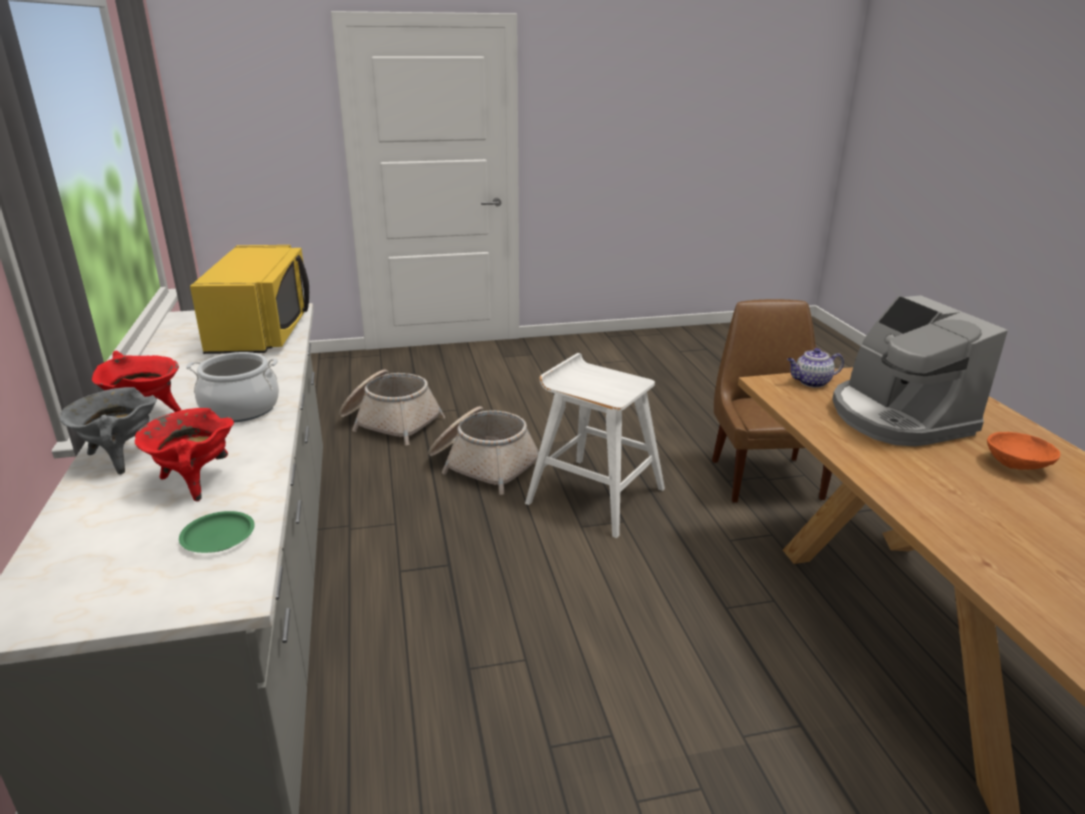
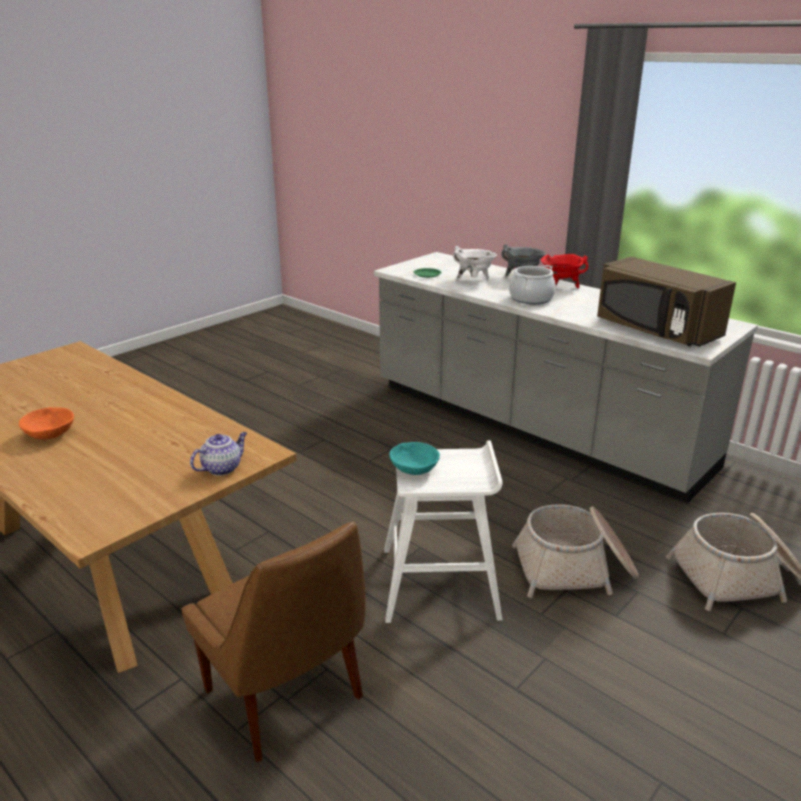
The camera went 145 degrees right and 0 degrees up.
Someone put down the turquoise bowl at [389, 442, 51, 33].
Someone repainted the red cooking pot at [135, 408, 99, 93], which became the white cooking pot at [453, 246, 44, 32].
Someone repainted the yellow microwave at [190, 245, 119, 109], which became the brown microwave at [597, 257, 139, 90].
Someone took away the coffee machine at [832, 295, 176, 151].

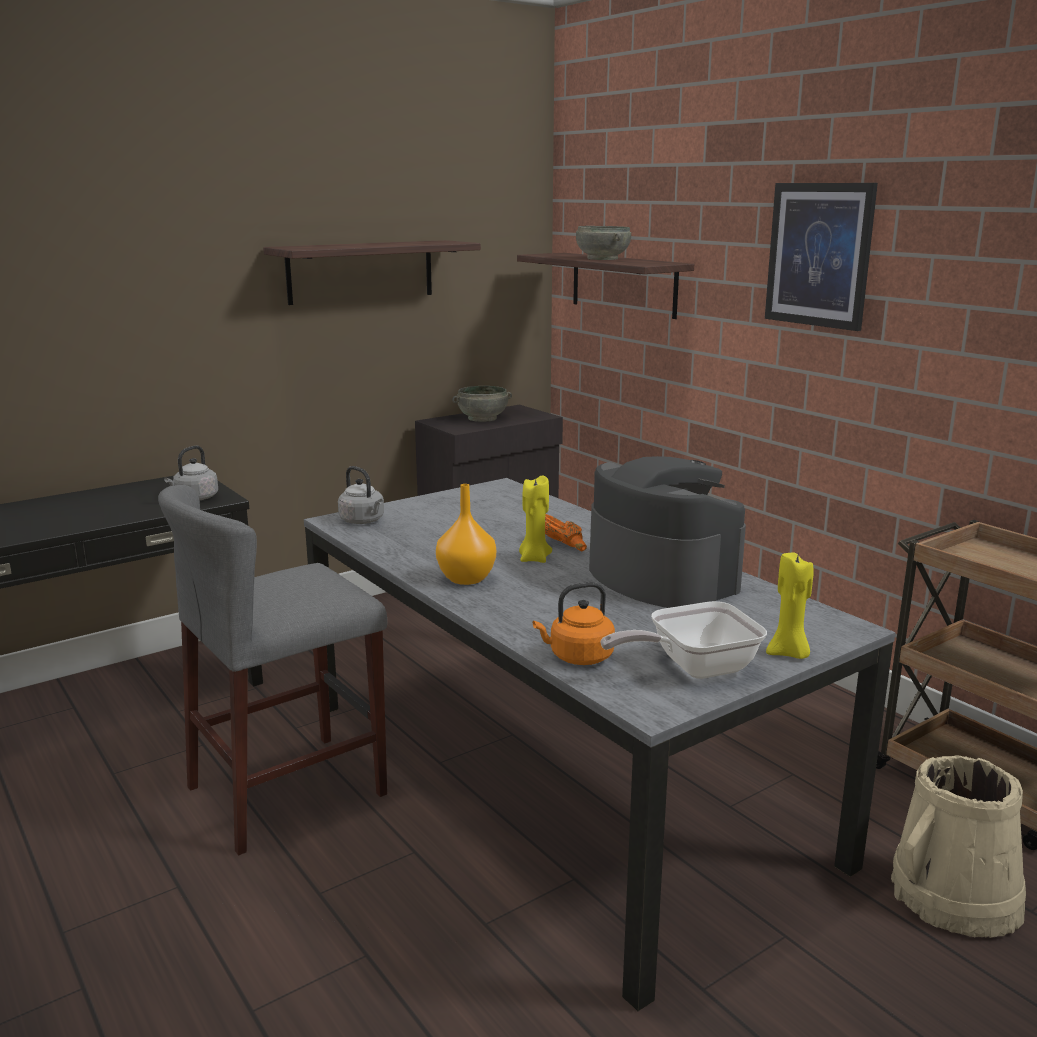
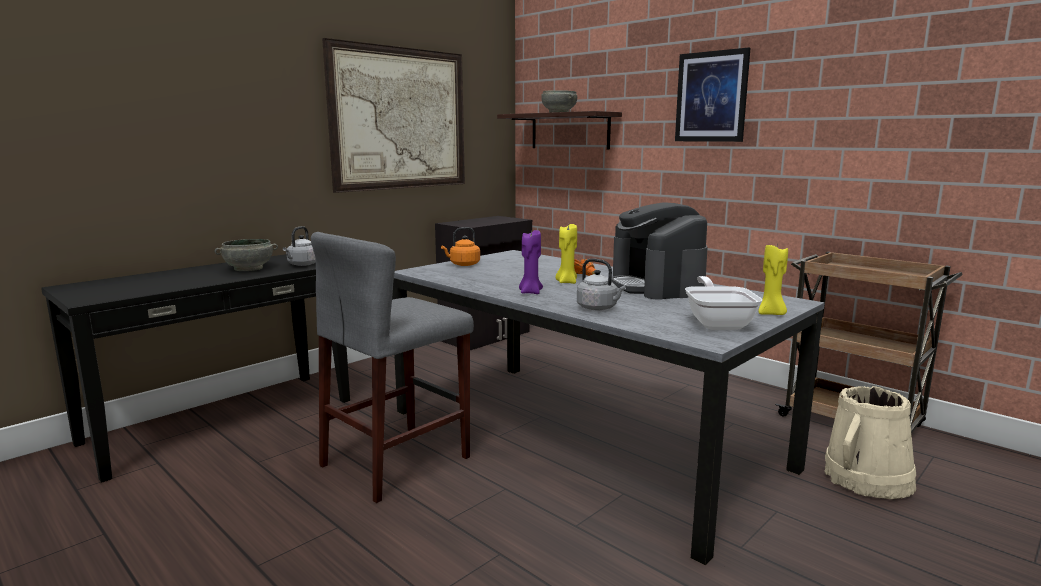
The camera went 10 degrees left and 5 degrees down.
Someone carried the grey bowl from [452, 386, 60, 36] to [215, 239, 63, 32].
Someone swapped the shelf at [263, 240, 218, 65] for the picture at [322, 38, 143, 155].
Someone carried the orange kettle from [533, 582, 82, 83] to [441, 227, 39, 39].
Someone swapped the orange vase at [436, 484, 60, 101] for the purple candle at [519, 230, 24, 64].
Someone carried the grey kettle from [338, 466, 46, 58] to [577, 259, 49, 51].
Someone rotated the coffee machine at [589, 456, 157, 152] by 150 degrees counterclockwise.
Someone rotated the frying pan at [600, 601, 167, 78] by 120 degrees clockwise.

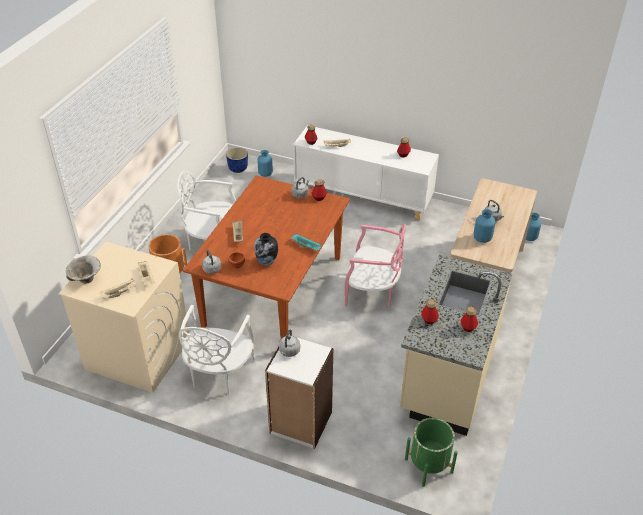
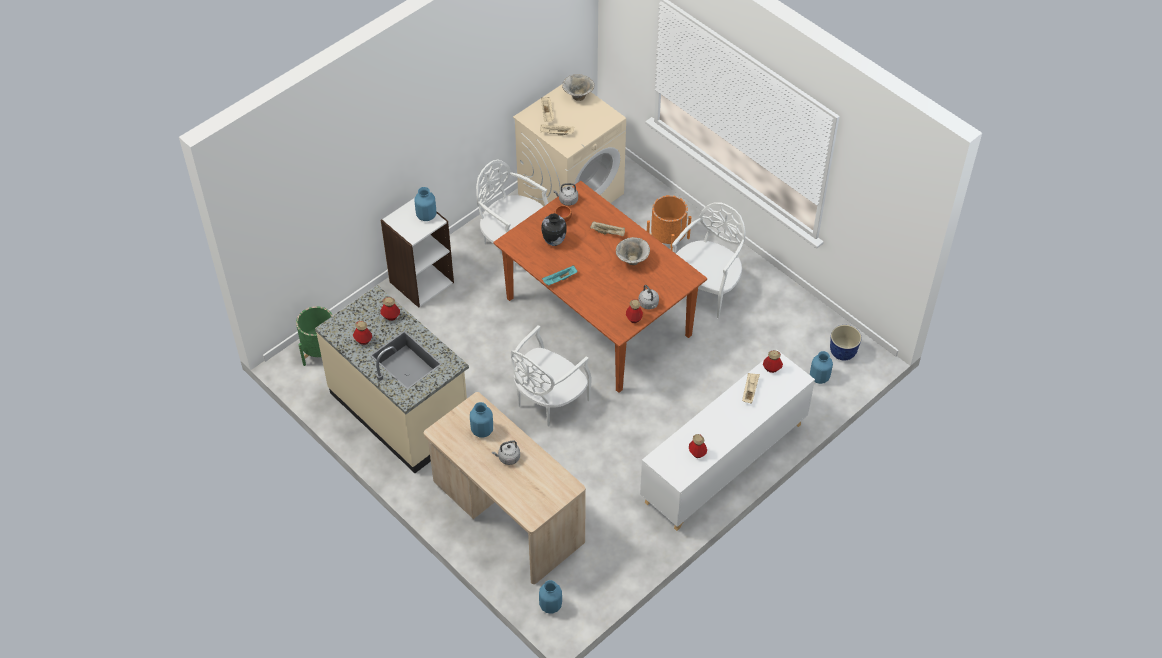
The camera went 115 degrees right and 10 degrees up.
Someone swapped the grey kettle at [279, 330, 21, 27] for the blue vase at [415, 187, 21, 34].
Someone repainted the pink chair at [344, 224, 62, 83], which became the white chair at [511, 325, 81, 101].
Someone put down the bowl at [616, 237, 34, 28].

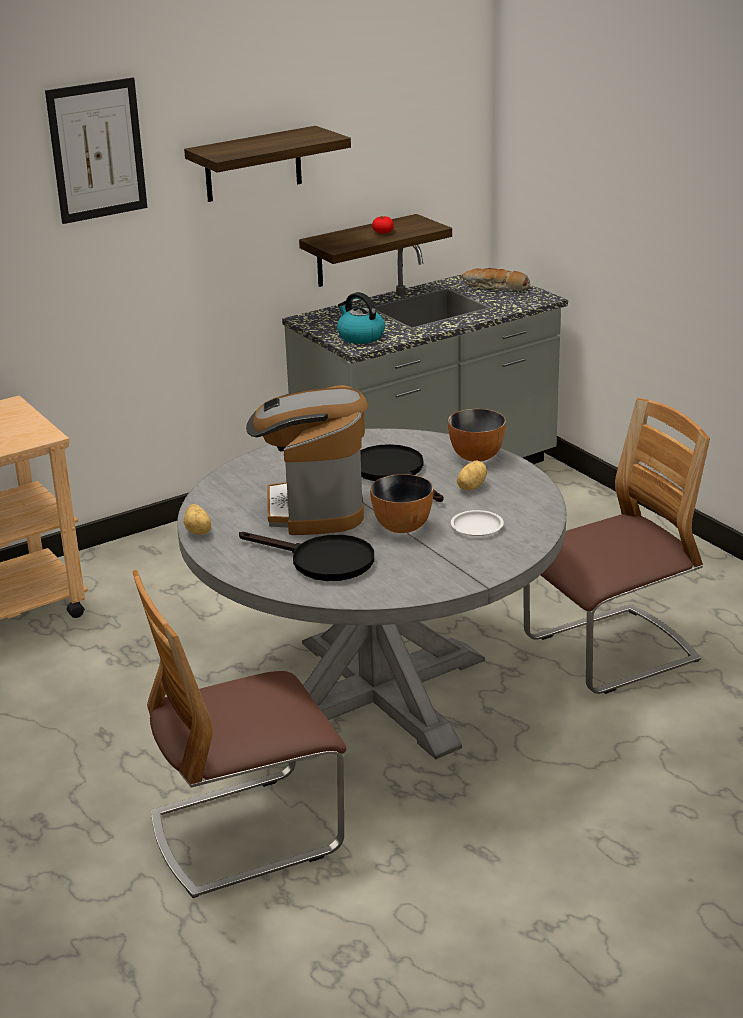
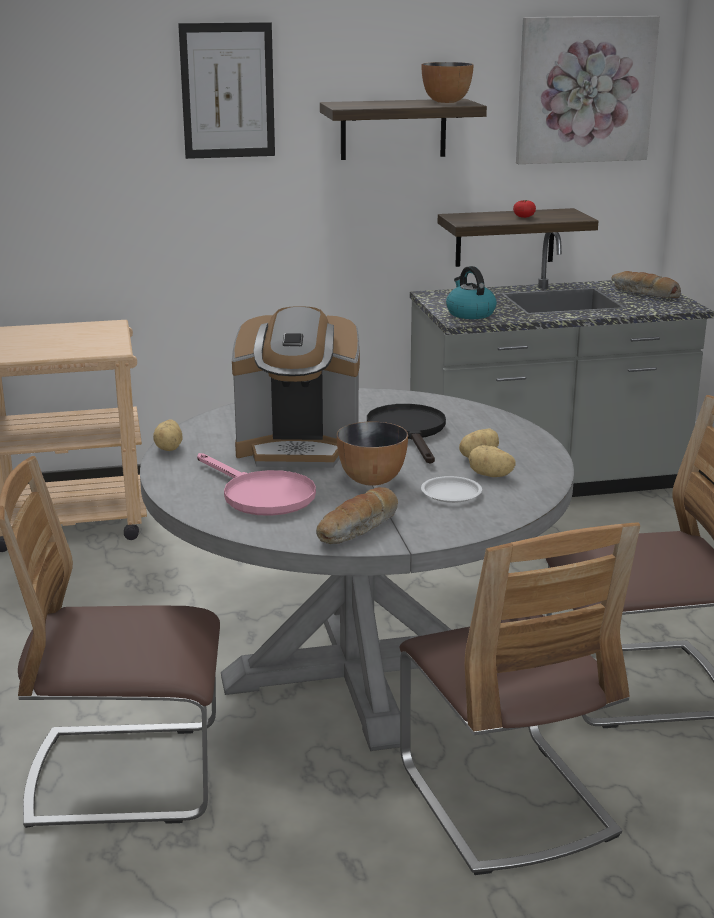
The camera went 20 degrees right and 5 degrees down.
Someone repainted the black frying pan at [239, 532, 135, 49], which became the pink frying pan at [197, 453, 119, 63].
Someone rotated the coffee machine at [246, 385, 122, 150] by 105 degrees counterclockwise.
Someone put down the bread at [316, 487, 82, 57].
Someone put down the chair at [400, 522, 240, 353].
Someone carried the bowl from [448, 409, 58, 53] to [422, 62, 52, 41].
Someone put down the potato at [469, 445, 47, 32].
Someone put up the picture at [516, 16, 144, 148].

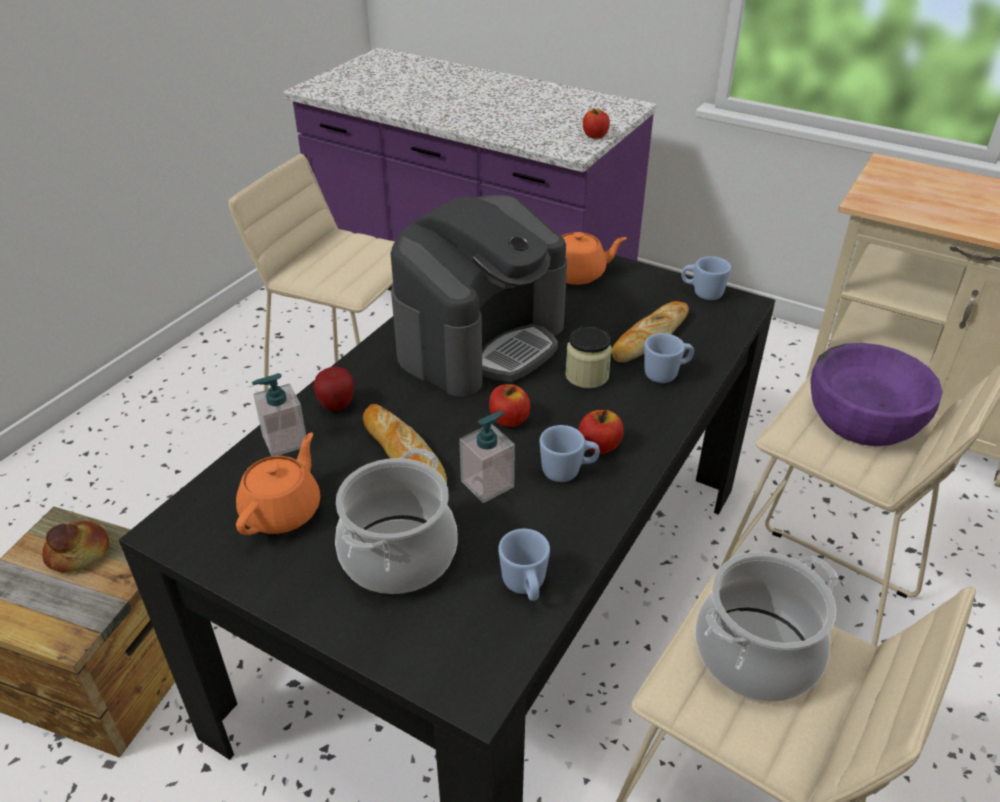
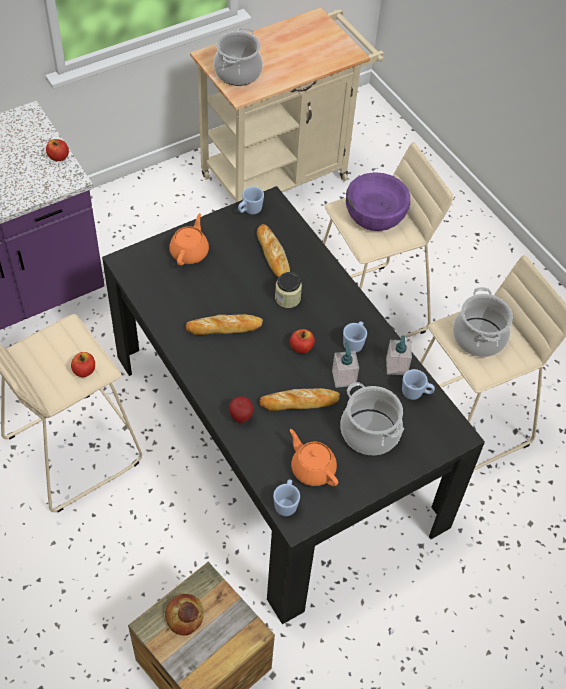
The camera went 65 degrees left and 15 degrees up.
Someone carried the apple from [579, 410, 45, 44] to [71, 352, 24, 25].
Someone swapped the coffee machine at [390, 195, 177, 202] for the bread at [185, 314, 78, 21].
Someone put down the cooking pot at [214, 27, 49, 59].
Someone carried the blue mug from [645, 333, 49, 50] to [273, 479, 27, 37].
Someone carried the soap dispenser from [252, 373, 54, 83] to [386, 335, 26, 40].

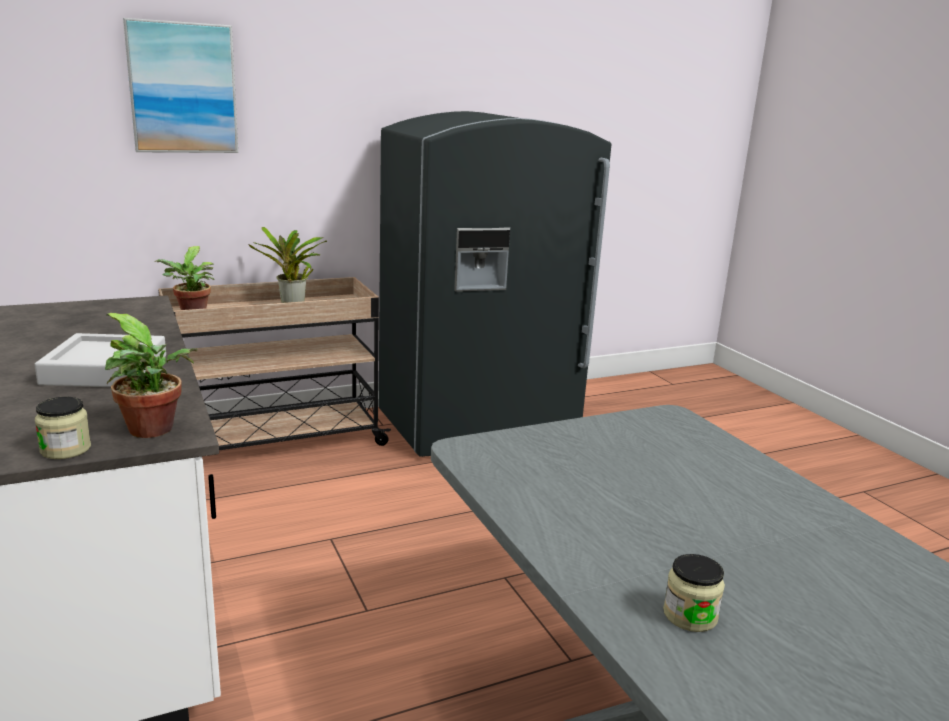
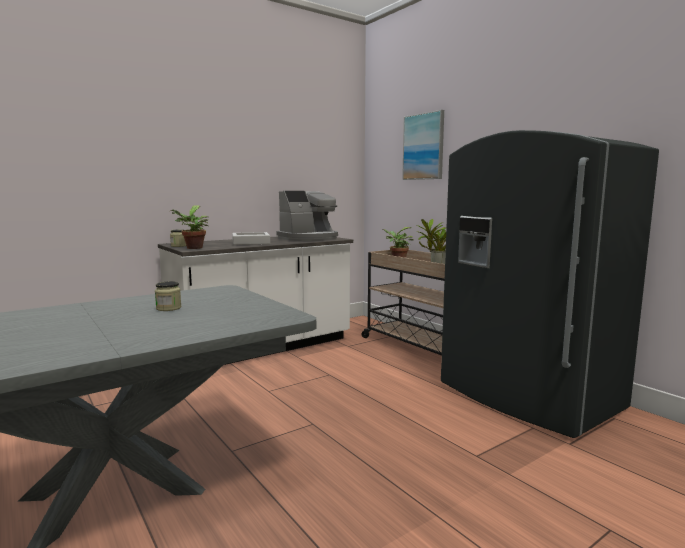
The camera went 80 degrees right and 10 degrees down.
Someone carried the jar from [663, 554, 62, 78] to [155, 281, 26, 30].
Someone put down the coffee machine at [276, 191, 62, 50].

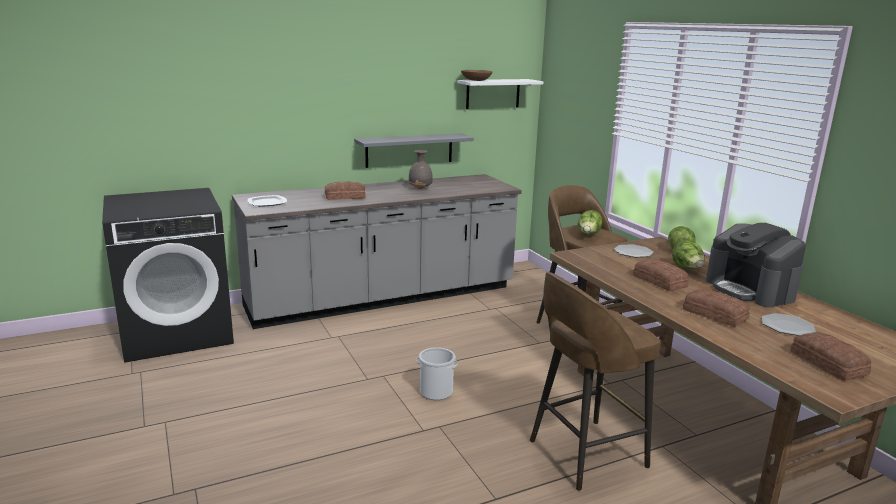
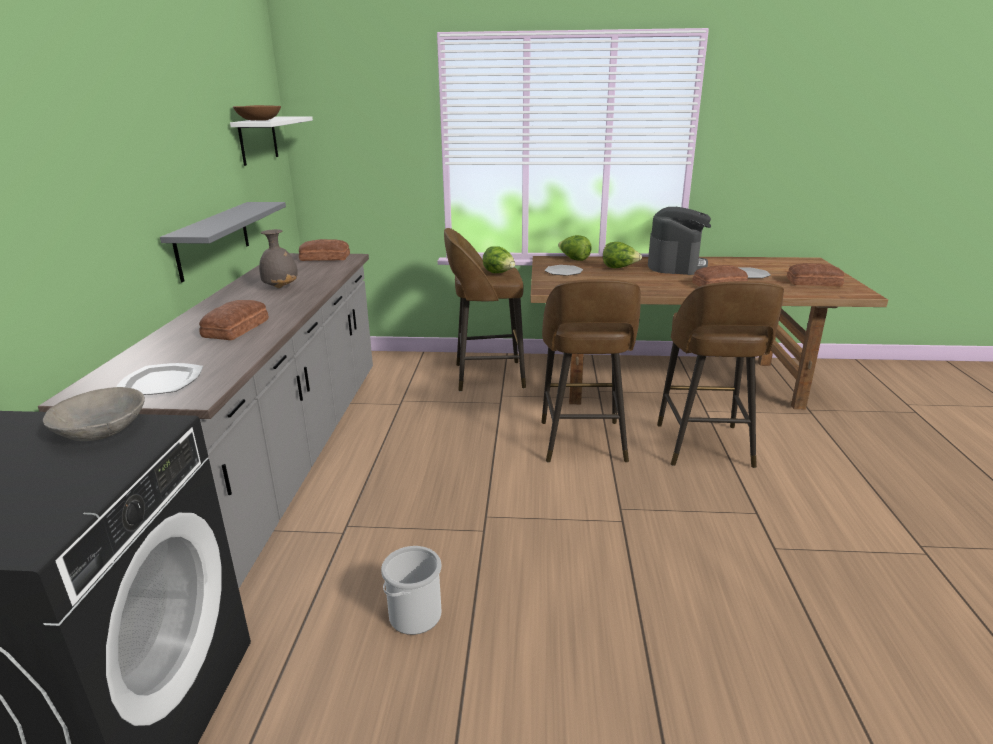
The camera went 60 degrees left and 5 degrees up.
Someone put down the grey bowl at [43, 387, 102, 54].
Someone carried the bread from [633, 259, 56, 32] to [299, 239, 51, 22].
Someone carried the bucket from [416, 347, 42, 53] to [381, 546, 61, 89].
Someone put down the brown stool at [541, 279, 100, 184].
Someone rotated the coffee machine at [706, 223, 100, 85] by 75 degrees counterclockwise.

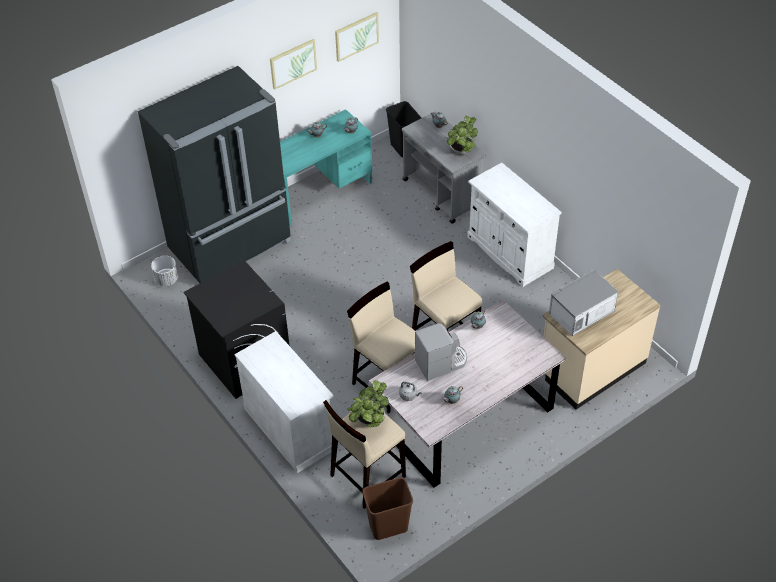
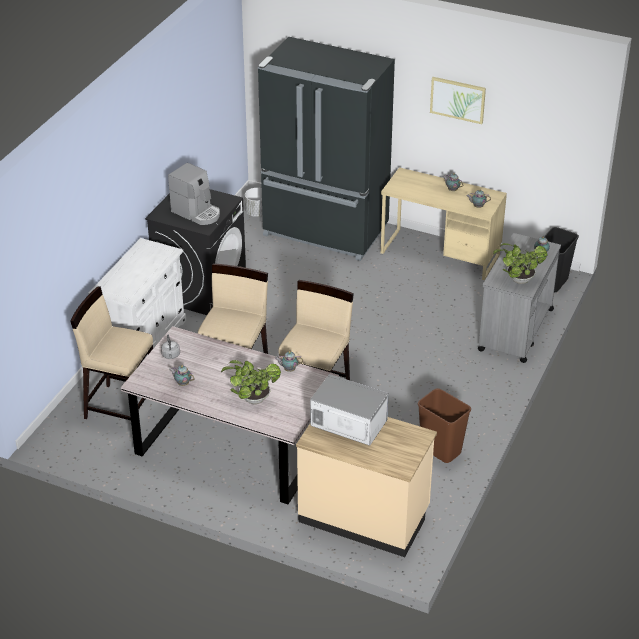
The camera went 60 degrees right and 10 degrees down.
Someone carried the coffee machine from [415, 323, 52, 58] to [168, 163, 52, 62].
Someone carried the potted plant from [346, 380, 43, 47] to [221, 360, 60, 44].
Someone repainted the turquoise desk at [280, 109, 92, 117], which became the beige desk at [381, 167, 126, 113].
Someone carried the brown trash can from [362, 477, 51, 63] to [418, 388, 53, 75].
Someone took away the picture at [335, 12, 44, 50].
Someone took away the white cabinet at [467, 163, 95, 124].

